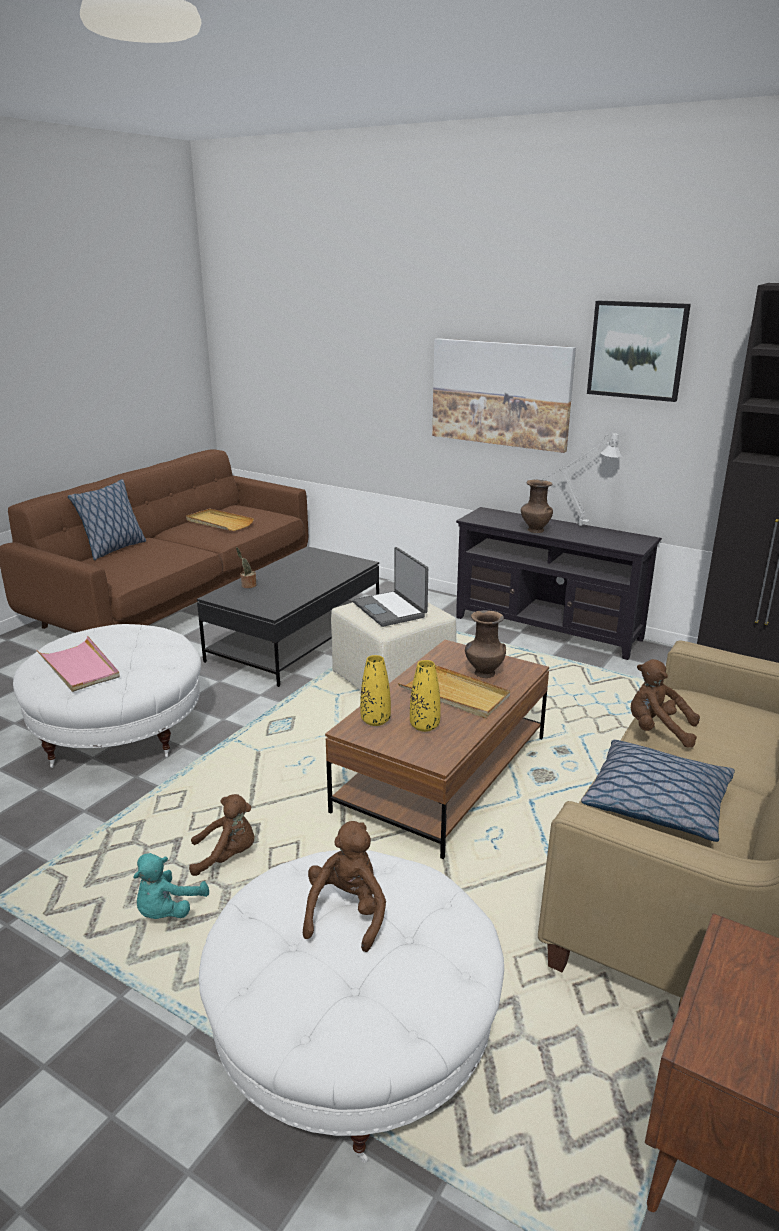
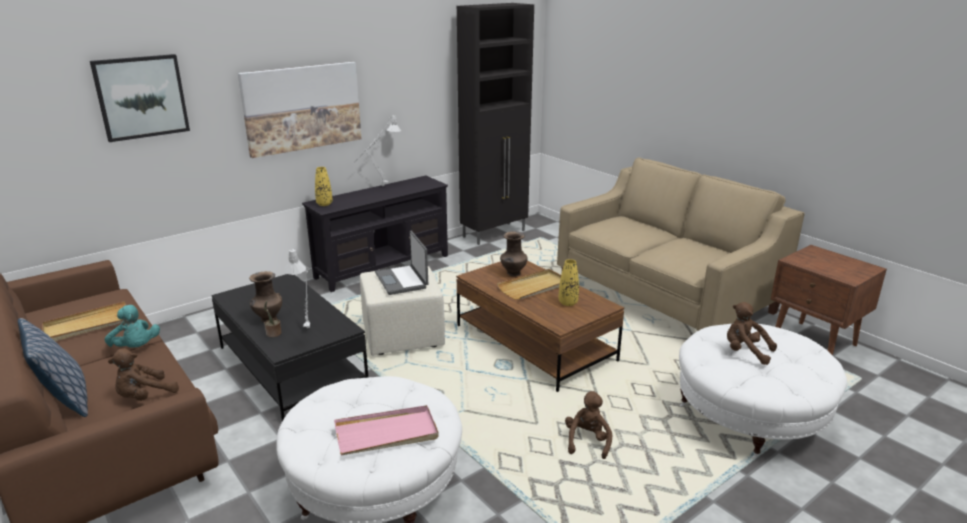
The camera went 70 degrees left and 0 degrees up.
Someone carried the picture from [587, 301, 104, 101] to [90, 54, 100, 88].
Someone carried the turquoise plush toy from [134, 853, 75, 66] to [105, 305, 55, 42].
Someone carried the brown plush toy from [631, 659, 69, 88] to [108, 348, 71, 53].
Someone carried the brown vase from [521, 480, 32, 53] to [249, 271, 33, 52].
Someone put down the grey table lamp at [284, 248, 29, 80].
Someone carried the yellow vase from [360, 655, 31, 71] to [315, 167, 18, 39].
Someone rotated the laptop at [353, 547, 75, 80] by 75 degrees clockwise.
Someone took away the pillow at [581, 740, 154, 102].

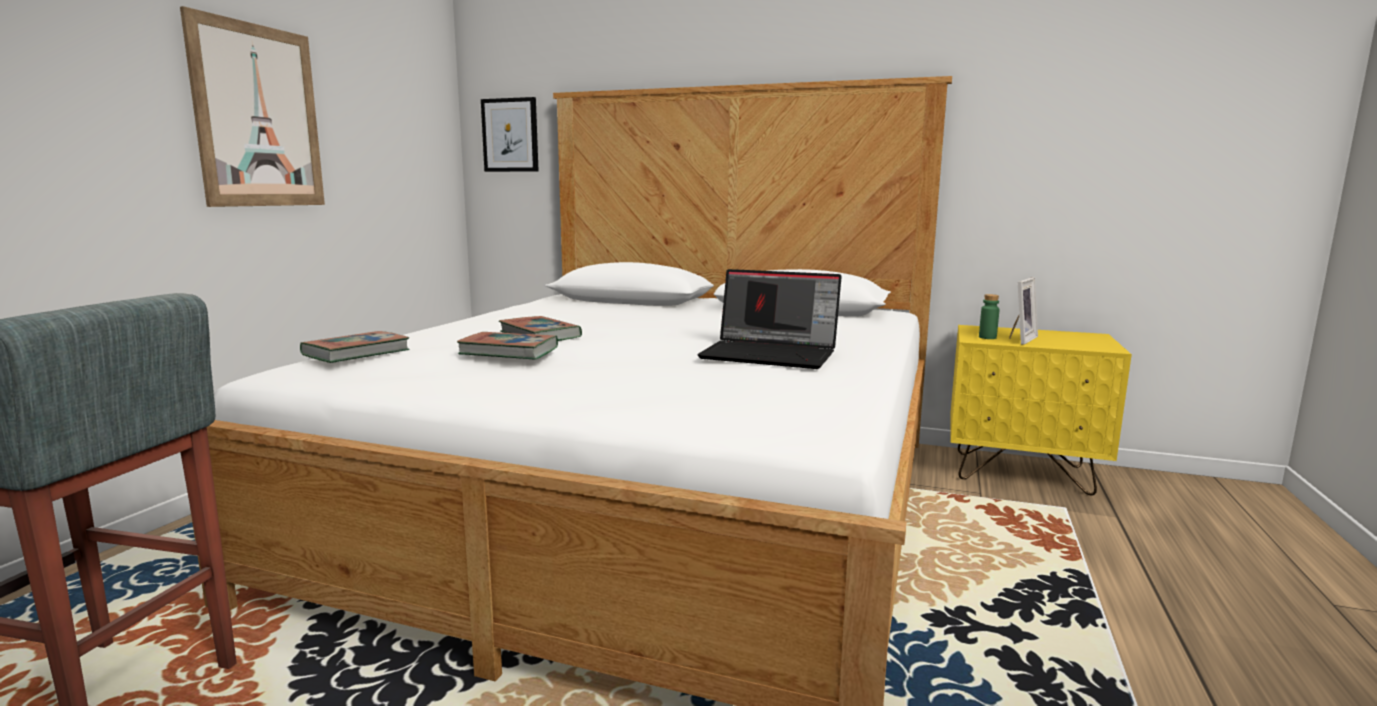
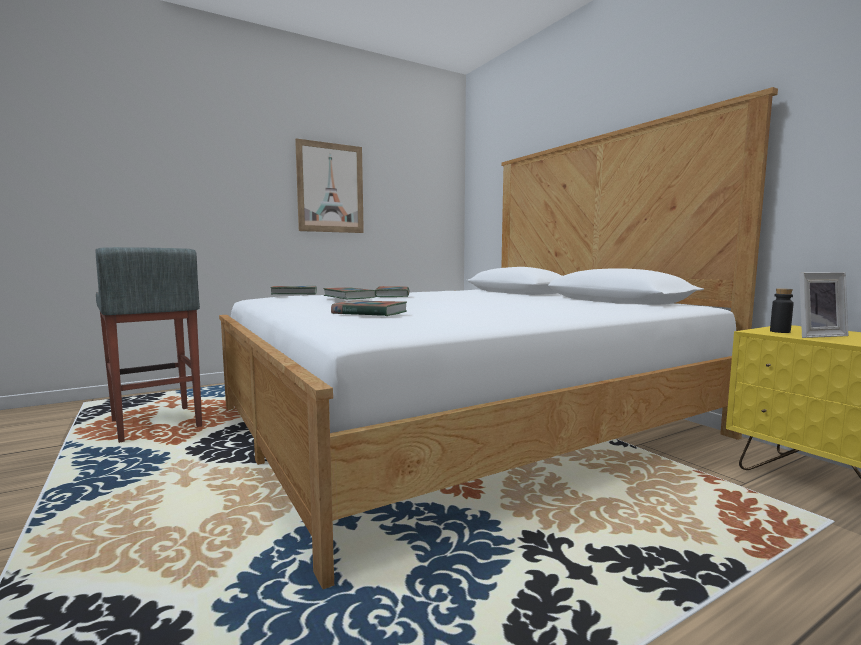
The camera went 40 degrees right and 5 degrees down.
Someone put down the book at [331, 300, 76, 16].
Someone repainted the green bottle at [979, 294, 21, 45], which became the black bottle at [770, 288, 24, 45].
Someone took away the picture at [481, 97, 58, 75].
Someone took away the laptop at [697, 269, 145, 100].

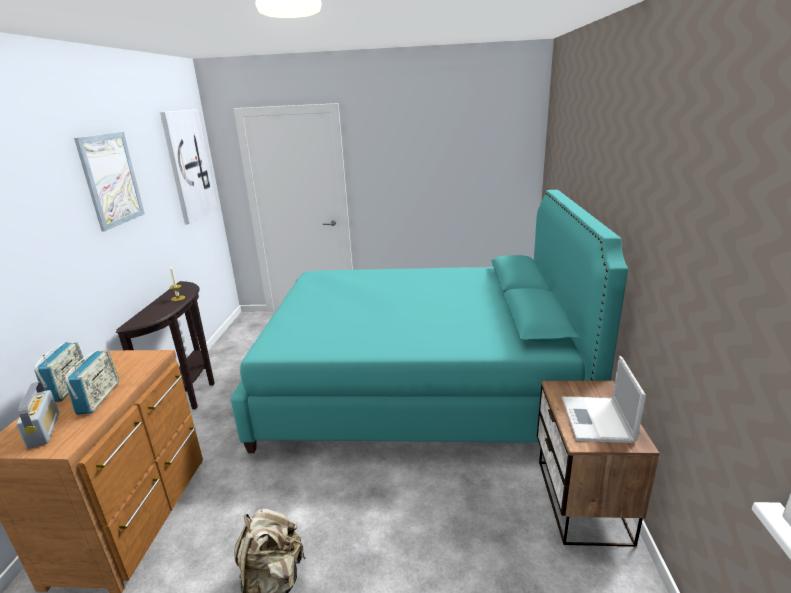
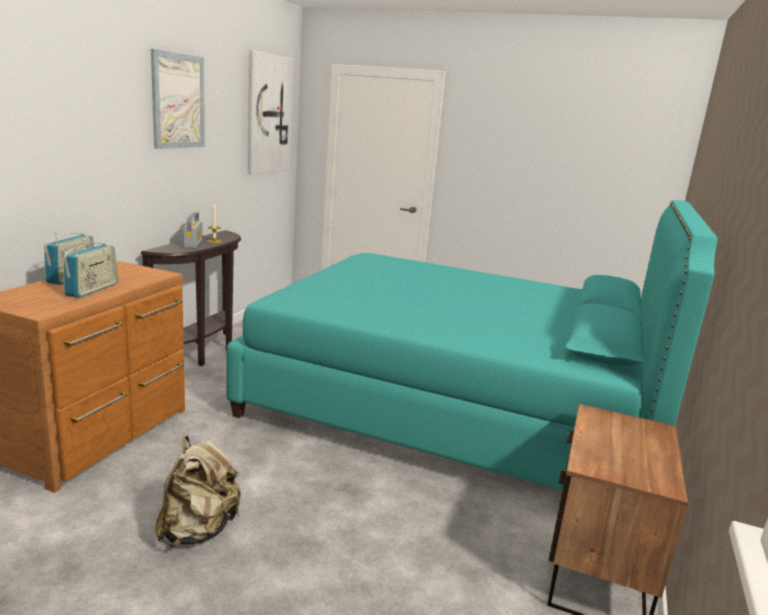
The camera went 15 degrees right and 5 degrees down.
Someone carried the radio from [16, 381, 43, 68] to [183, 212, 20, 36].
Someone took away the laptop at [562, 356, 84, 87].

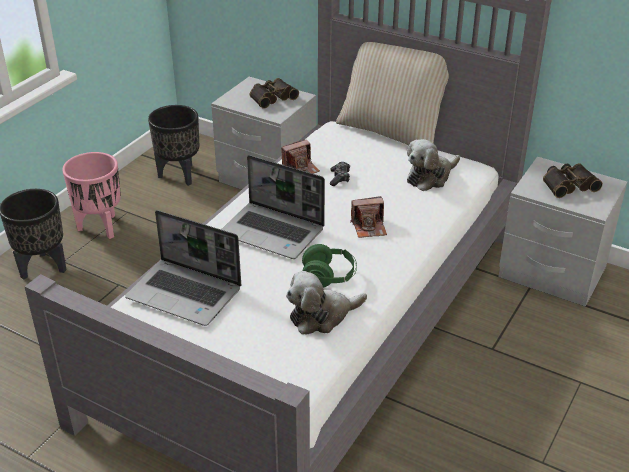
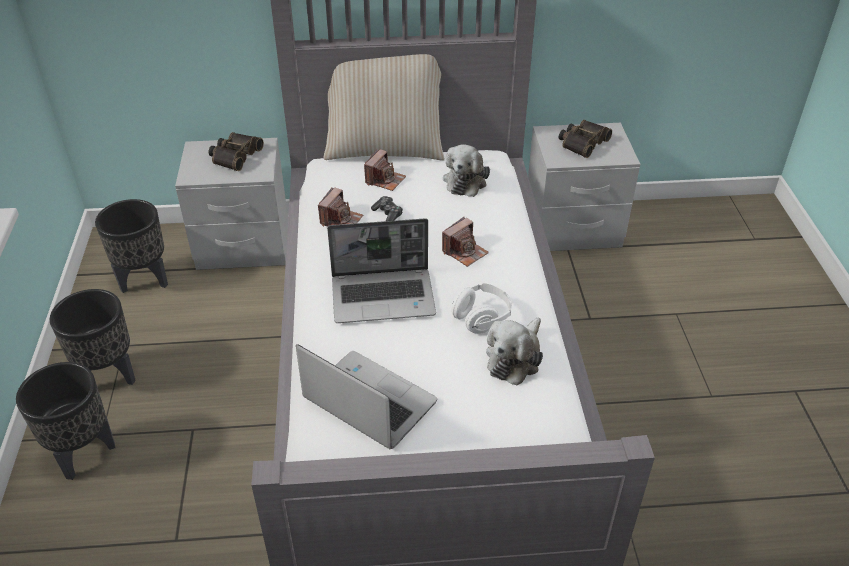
The camera went 35 degrees left and 5 degrees up.
Someone repainted the pink planter at [62, 152, 59, 87], which became the black planter at [50, 289, 86, 96].
Someone rotated the laptop at [125, 210, 116, 116] by 135 degrees counterclockwise.
Someone put down the photo camera at [364, 149, 42, 42].
Someone repainted the green headphones at [302, 244, 55, 44], which became the white headphones at [452, 283, 60, 51].

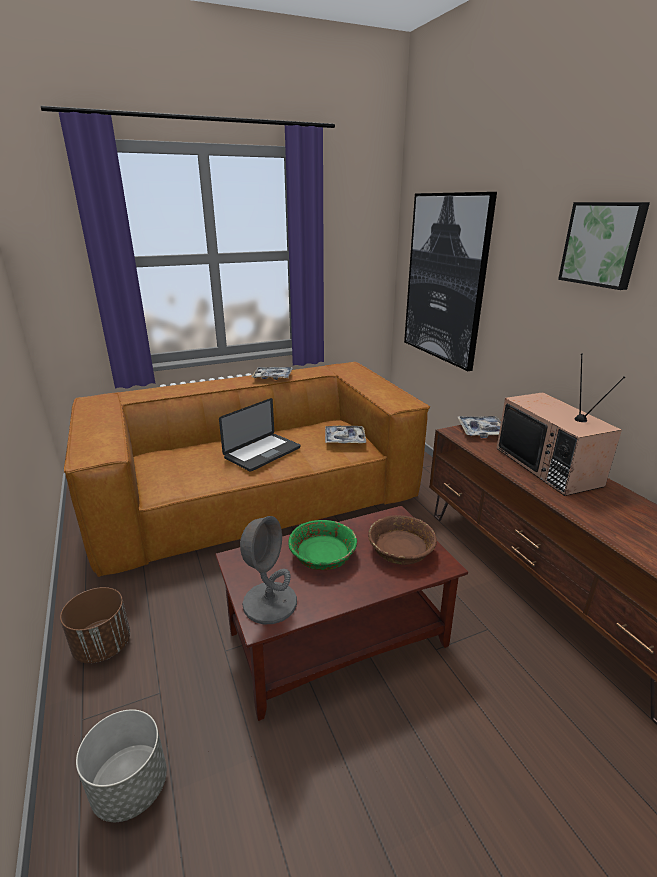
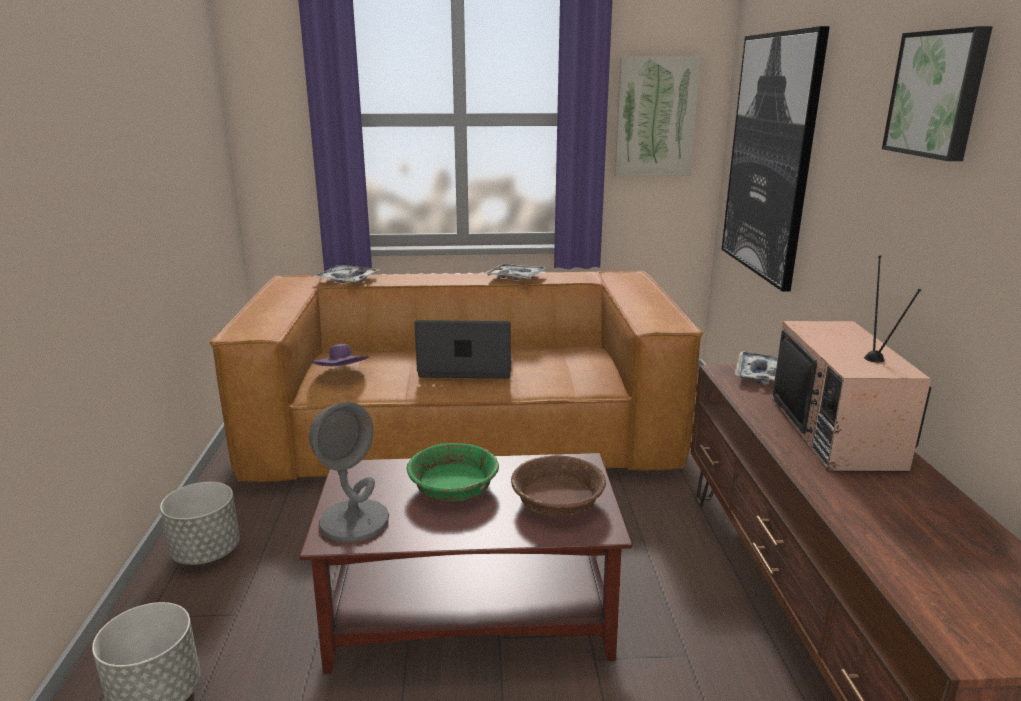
The camera went 20 degrees right and 5 degrees down.
Someone repainted the brown planter at [60, 587, 70, 76], which became the grey planter at [160, 482, 80, 83].
Someone put down the purple hat at [312, 344, 57, 22].
Someone carried the tray from [325, 426, 41, 17] to [313, 265, 67, 18].
Someone rotated the laptop at [219, 398, 81, 74] by 150 degrees counterclockwise.
Someone put up the picture at [614, 57, 87, 119].

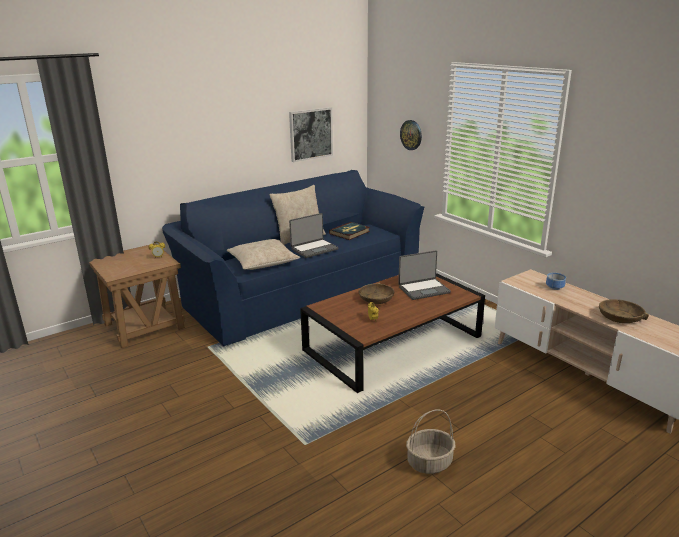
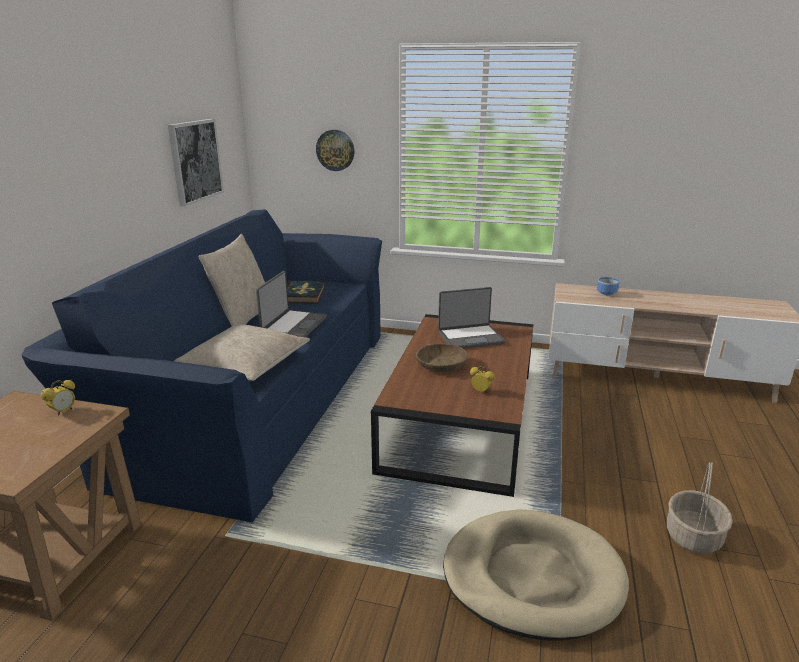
The camera went 40 degrees left and 0 degrees up.
Someone rotated the laptop at [398, 250, 53, 50] by 45 degrees clockwise.
Someone put down the beige dog bed at [443, 509, 186, 132].
Someone took away the brown bowl at [599, 299, 50, 24].

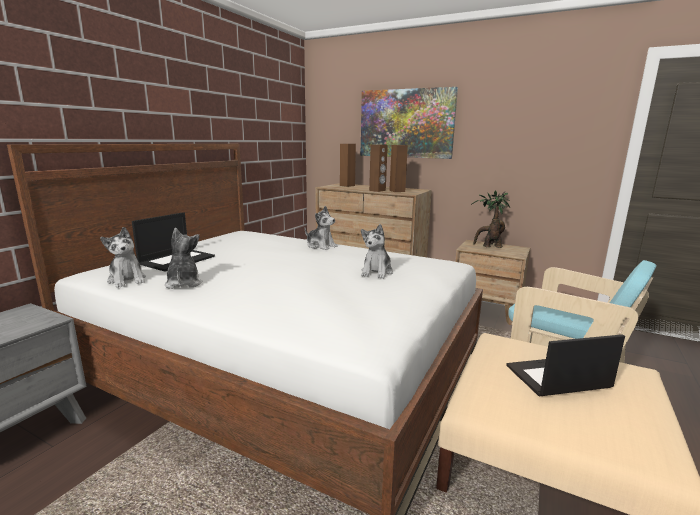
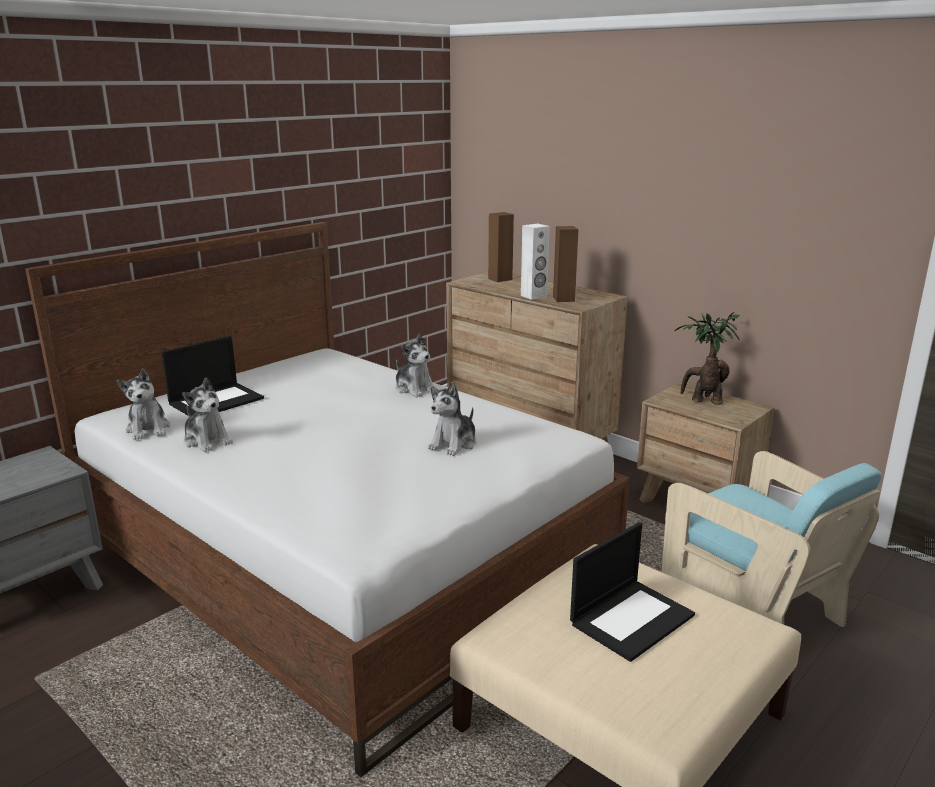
The camera went 15 degrees right and 5 degrees up.
Someone rotated the plush toy at [165, 228, 38, 61] by 135 degrees clockwise.
Someone repainted the brown speaker at [369, 145, 19, 47], which became the white speaker at [521, 224, 29, 76].
Someone rotated the laptop at [506, 335, 119, 61] by 135 degrees clockwise.
Someone took away the picture at [360, 87, 98, 72].

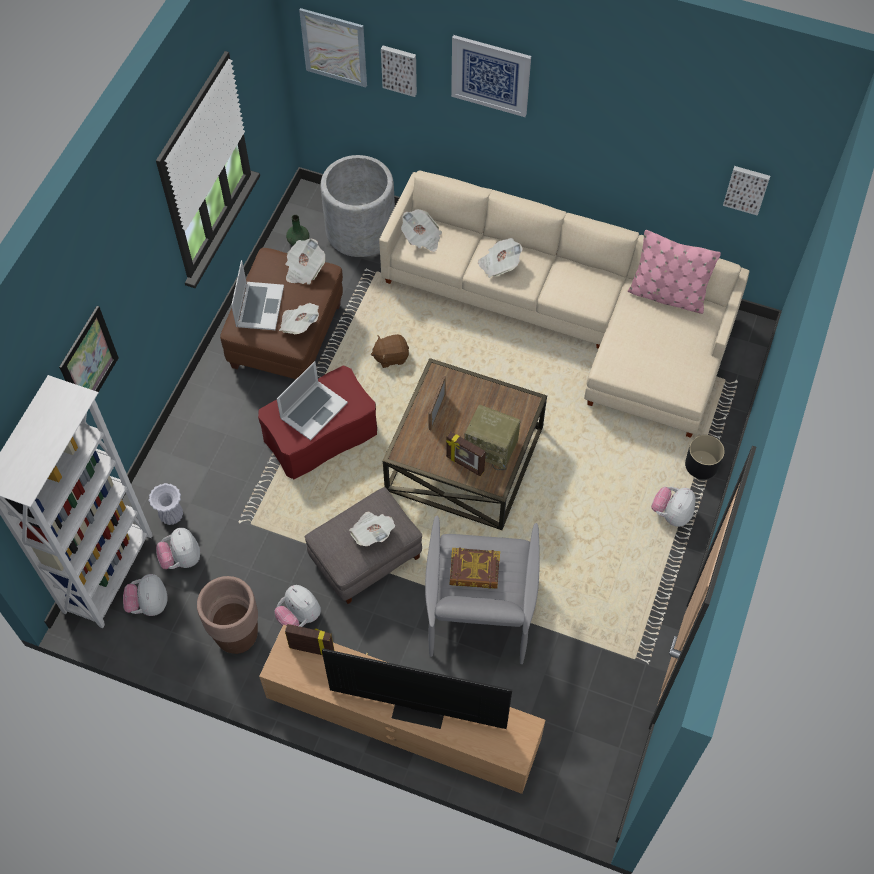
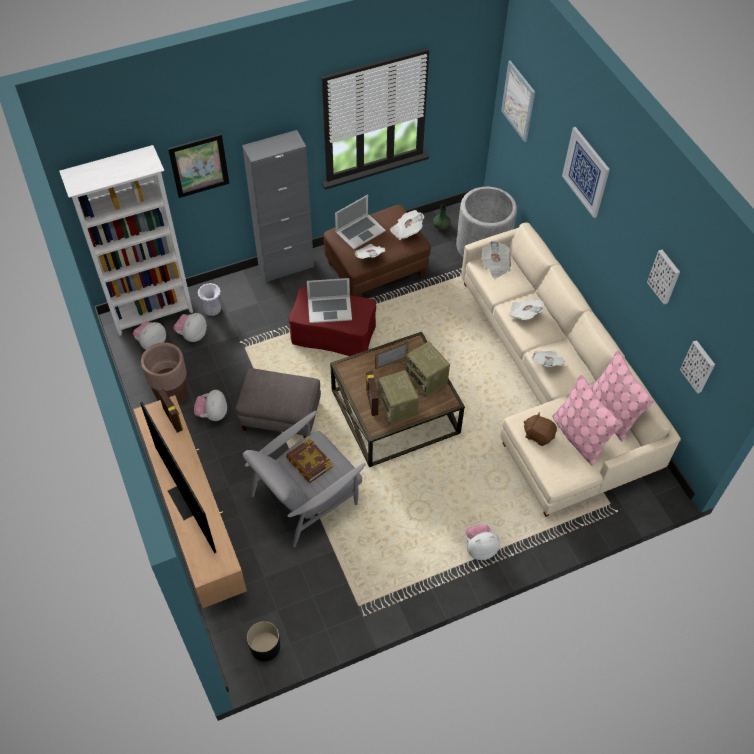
The camera went 45 degrees right and 5 degrees down.
Someone put down the grey cabinet at [242, 130, 72, 152].
Someone carried the black planter from [685, 435, 40, 44] to [247, 621, 33, 40].
Someone put down the radio at [405, 342, 45, 55].
Someone carried the brown plush toy from [371, 334, 38, 34] to [524, 412, 33, 34].
Someone carried the newspaper from [349, 512, 46, 34] to [532, 350, 34, 17].
Someone put down the pink pillow at [552, 375, 70, 91].
Someone carried the picture from [381, 46, 36, 51] to [647, 250, 33, 54].

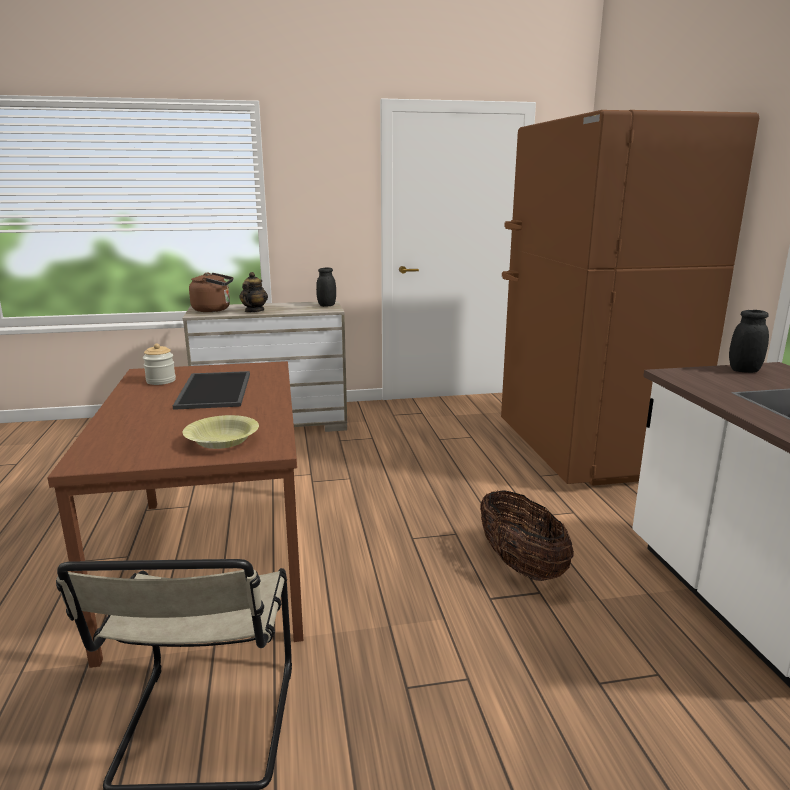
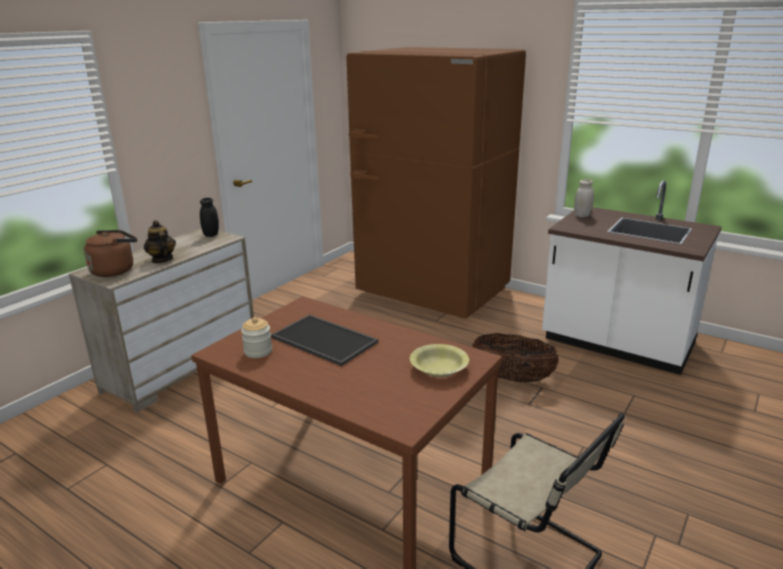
The camera went 45 degrees left and 5 degrees up.
Someone repainted the black jar at [729, 310, 40, 63], which became the white jar at [574, 179, 20, 38].

